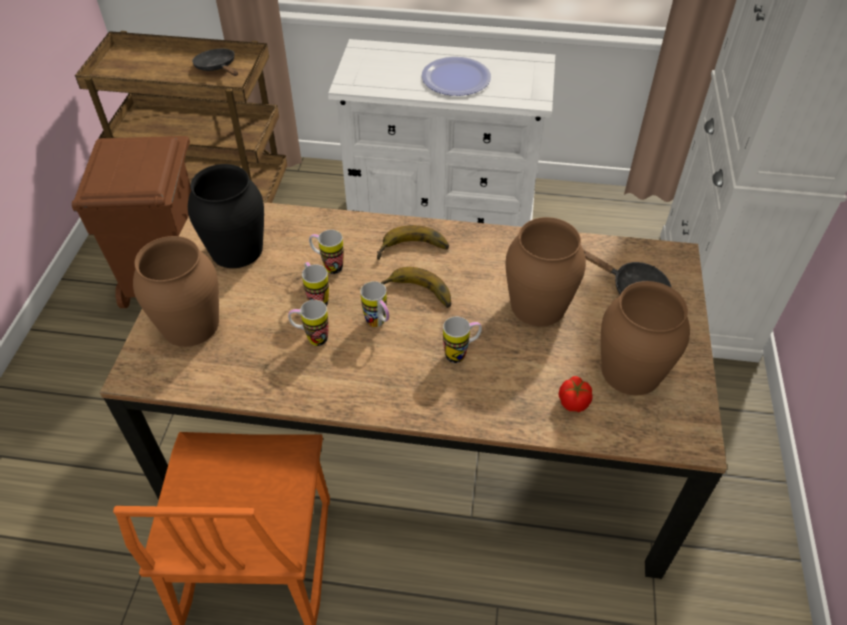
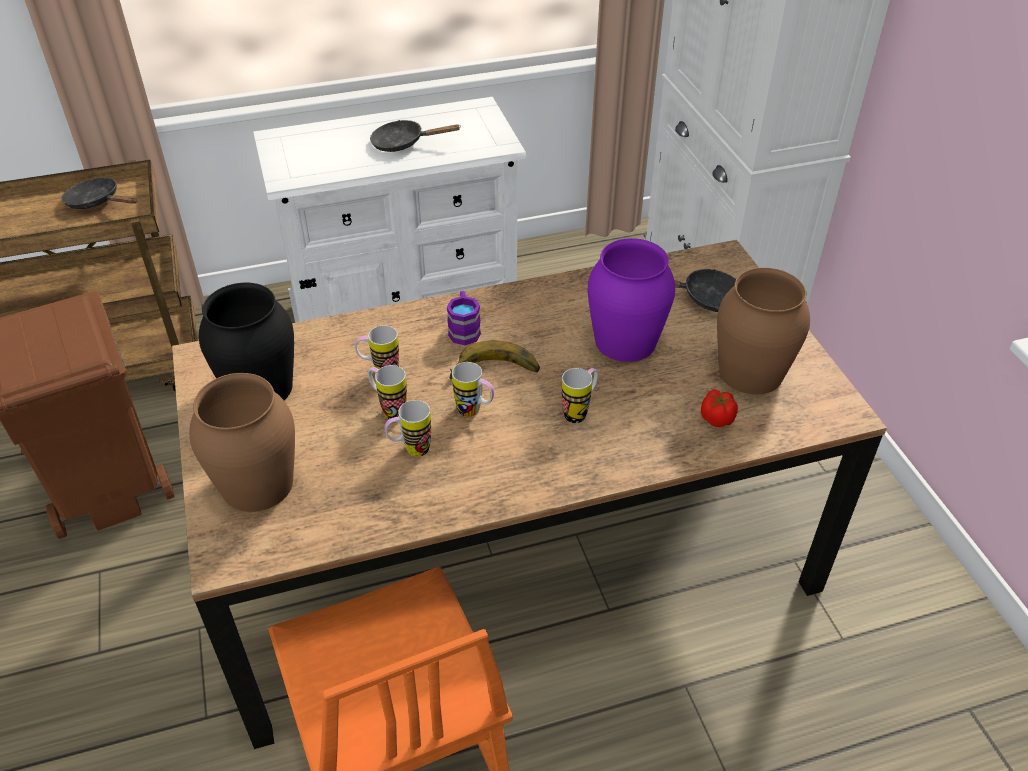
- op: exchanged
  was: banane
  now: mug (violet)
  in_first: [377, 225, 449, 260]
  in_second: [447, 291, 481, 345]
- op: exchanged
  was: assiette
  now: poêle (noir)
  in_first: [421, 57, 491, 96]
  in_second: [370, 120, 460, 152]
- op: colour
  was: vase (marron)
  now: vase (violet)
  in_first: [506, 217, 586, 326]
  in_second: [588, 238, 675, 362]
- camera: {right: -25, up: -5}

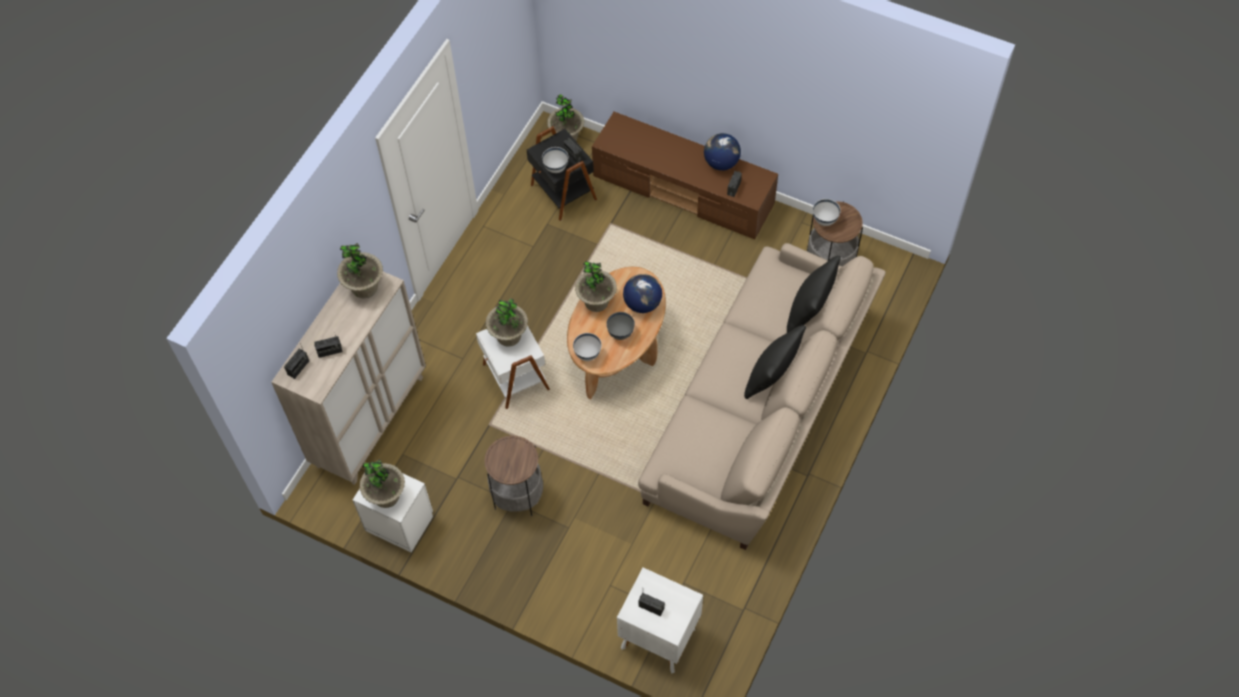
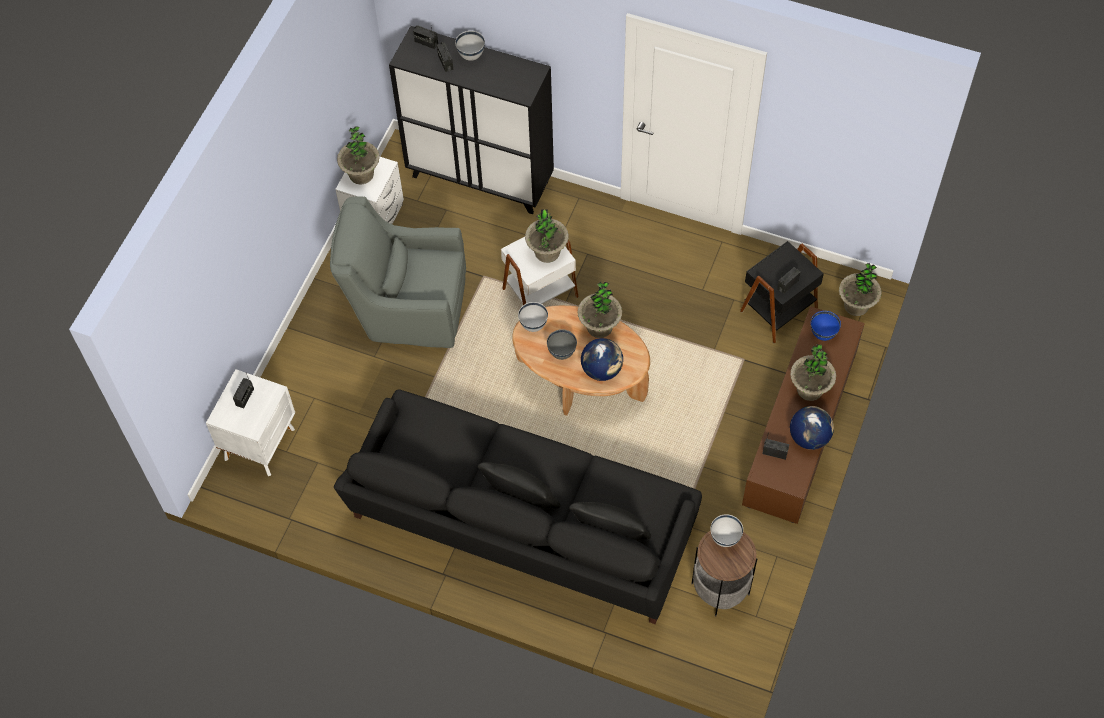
- op: appeared
  now: bol (bleu)
  in_second: [811, 311, 841, 341]
- op: relocated
  was: plante en pot
  in_first: [337, 243, 383, 298]
  in_second: [790, 344, 836, 401]
- op: relocated
  was: bol (blanc)
  in_first: [542, 147, 568, 173]
  in_second: [455, 31, 485, 61]
- op: exchanged
  was: table d'appoint
  now: fauteuil (gris)
  in_first: [485, 436, 543, 516]
  in_second: [330, 196, 466, 348]
- op: colour
  was: meuble de rangement (beige)
  now: meuble de rangement (noir)
  in_first: [271, 272, 426, 485]
  in_second: [389, 26, 554, 214]
- op: colour
  was: canapé (beige)
  now: canapé (noir)
  in_first: [638, 243, 886, 550]
  in_second: [334, 389, 702, 624]
- camera: {right: 85, up: 0}

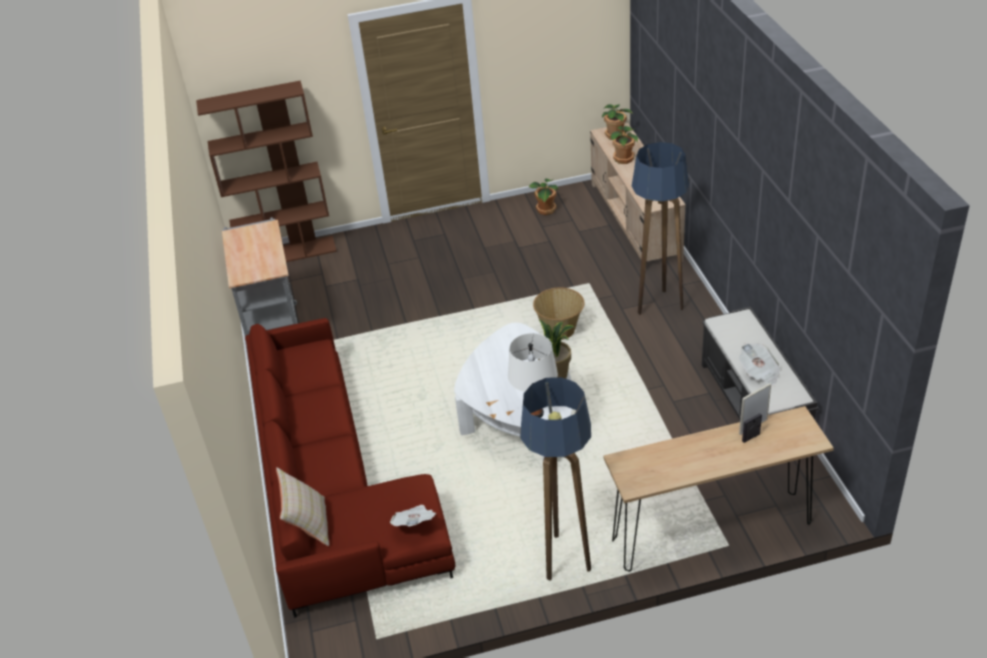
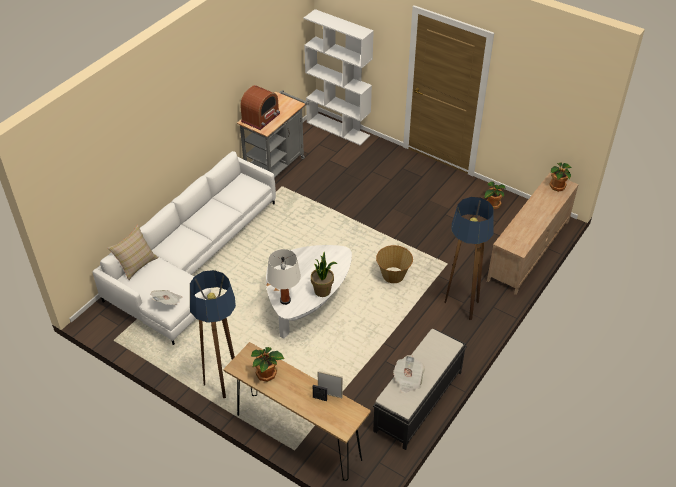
- op: appeared
  now: radio
  in_second: [240, 85, 280, 130]
- op: relocated
  was: plante en pot
  in_first: [610, 126, 638, 164]
  in_second: [251, 347, 284, 382]
- op: colour
  was: bibliothèque (marron)
  now: bibliothèque (blanc)
  in_first: [196, 80, 337, 262]
  in_second: [304, 9, 374, 145]
- op: colour
  was: canapé (rouge)
  now: canapé (blanc)
  in_first: [245, 318, 455, 618]
  in_second: [92, 151, 276, 345]
- camera: {right: 45, up: 5}

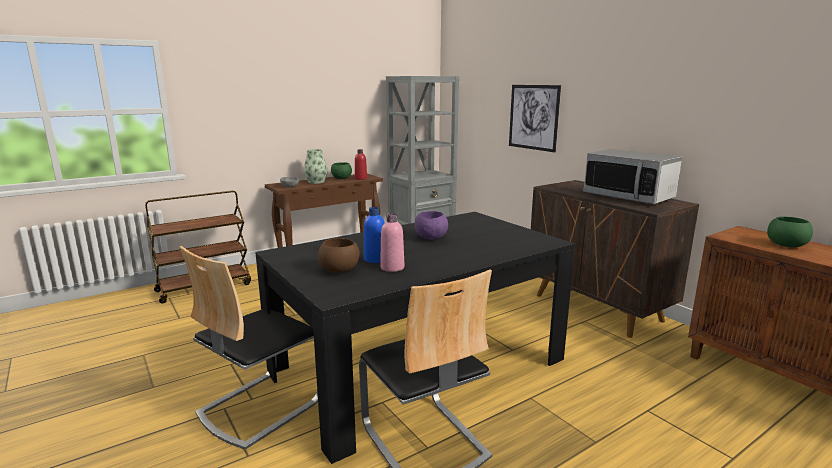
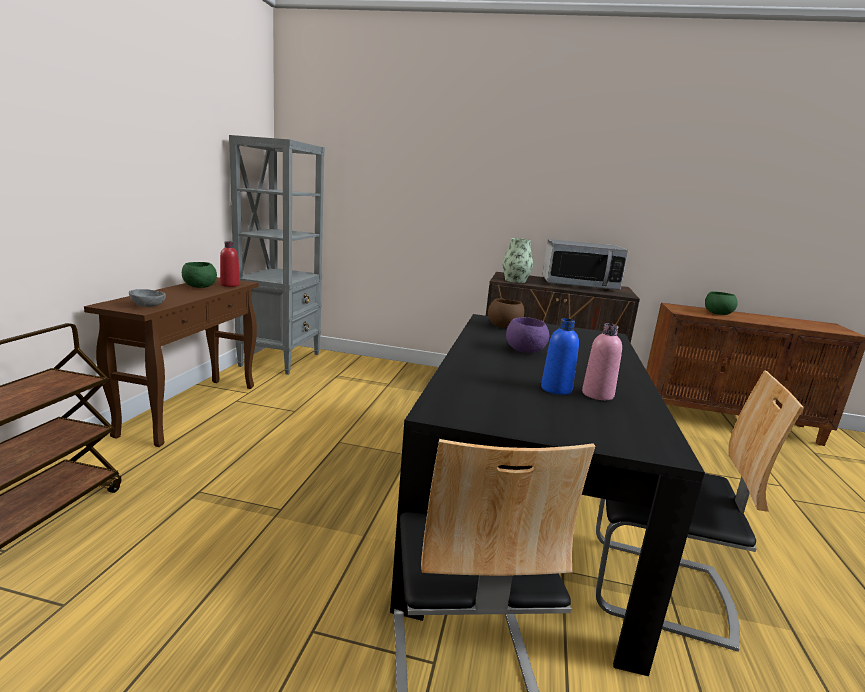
- op: missing
  was: tableau
  in_first: [509, 85, 561, 152]
- op: relocated
  was: vase
  in_first: [304, 149, 327, 184]
  in_second: [502, 238, 533, 283]
- op: relocated
  was: bol (marron)
  in_first: [318, 238, 360, 273]
  in_second: [488, 298, 524, 328]
- camera: {right: -45, up: 0}

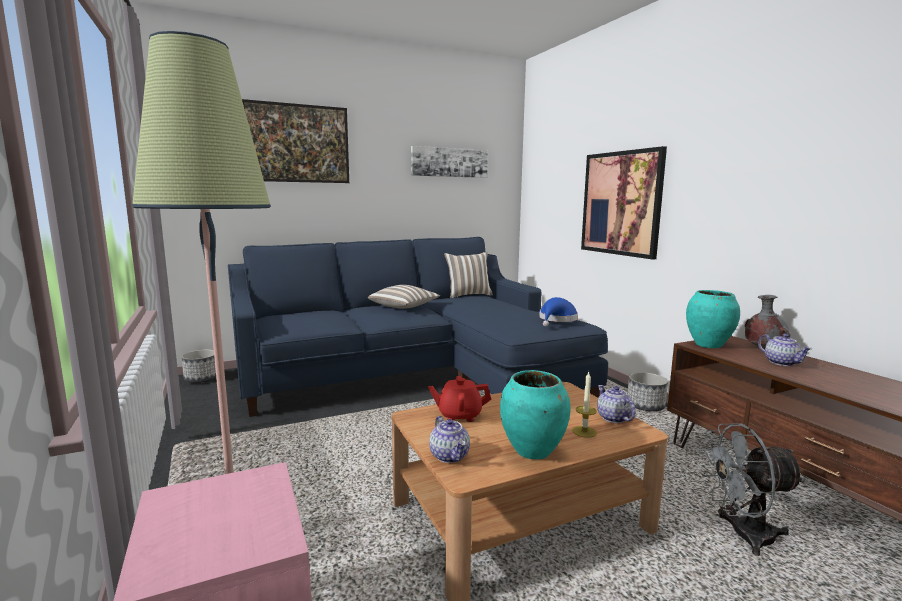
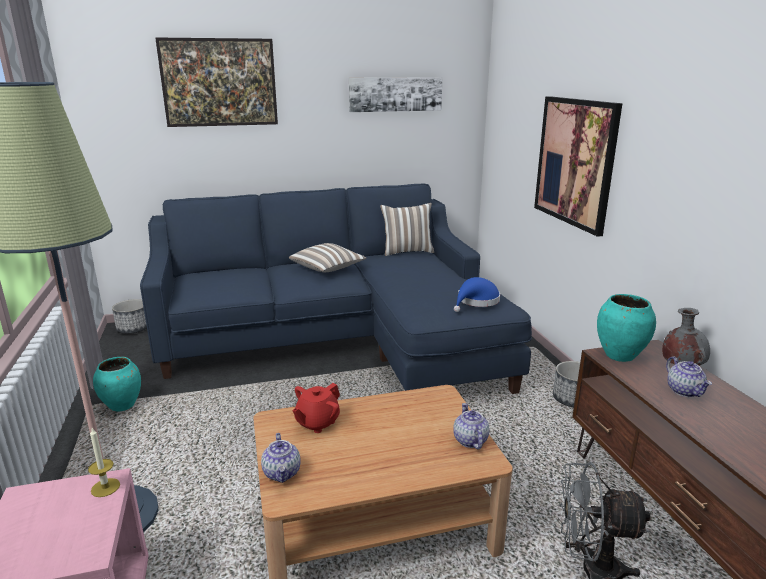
- op: relocated
  was: vase (turquoise)
  in_first: [500, 370, 570, 459]
  in_second: [93, 357, 141, 411]
- op: relocated
  was: bougie
  in_first: [572, 372, 597, 438]
  in_second: [88, 428, 120, 497]
- op: spun
  was: théière (rouge)
  in_first: [428, 376, 491, 422]
  in_second: [292, 383, 340, 433]
  clockwise: -60
- camera: {right: 10, up: 10}

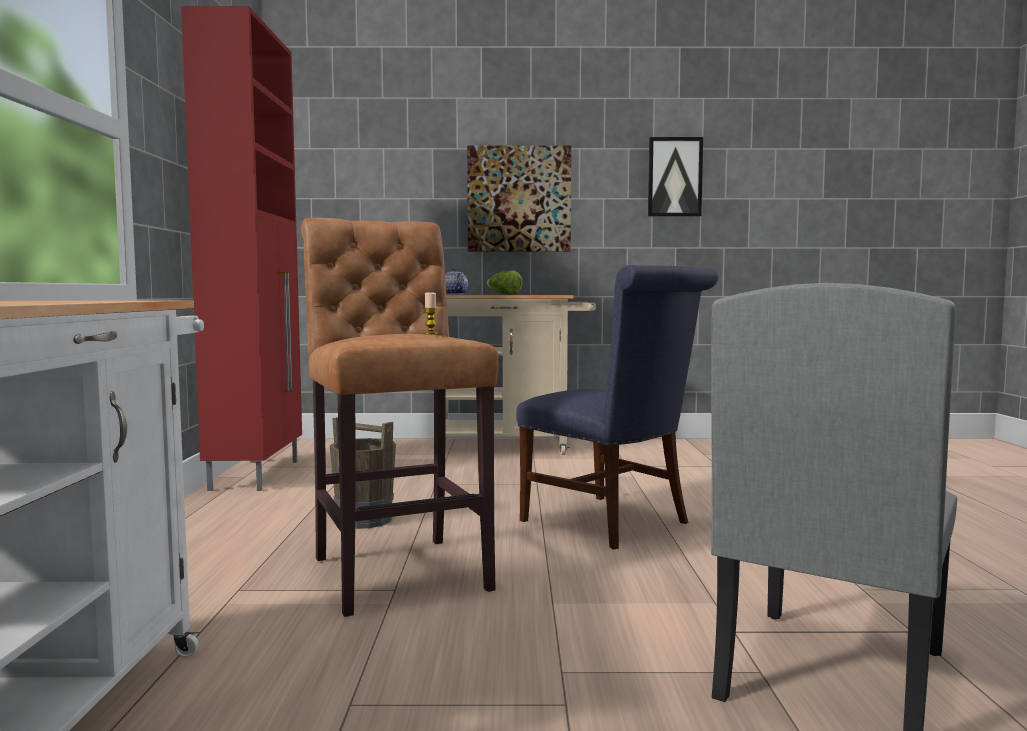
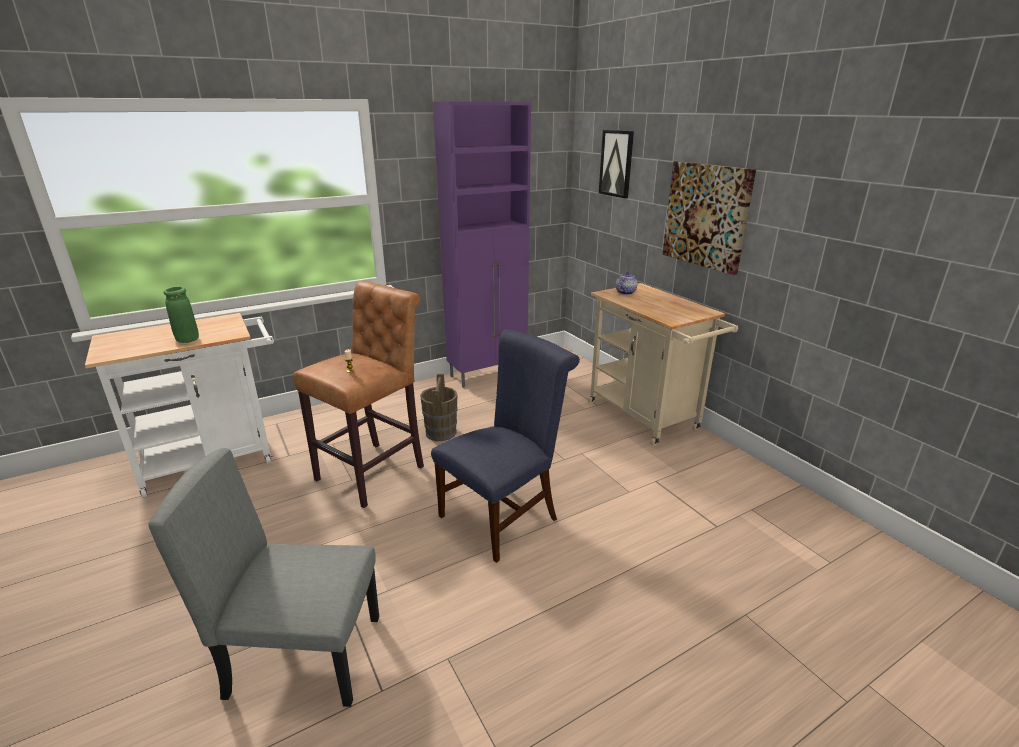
- op: missing
  was: laitue
  in_first: [487, 270, 522, 295]
- op: appeared
  now: vase (vert)
  in_second: [163, 287, 199, 343]
- op: relocated
  was: tableau
  in_first: [648, 137, 703, 217]
  in_second: [599, 130, 634, 199]
- op: colour
  was: meuble de rangement (rouge)
  now: meuble de rangement (violet)
  in_first: [181, 6, 302, 491]
  in_second: [433, 102, 531, 388]
- op: spun
  was: chaise (bleu)
  in_first: [516, 265, 719, 549]
  in_second: [431, 329, 580, 563]
  clockwise: -150
- camera: {right: 60, up: 20}

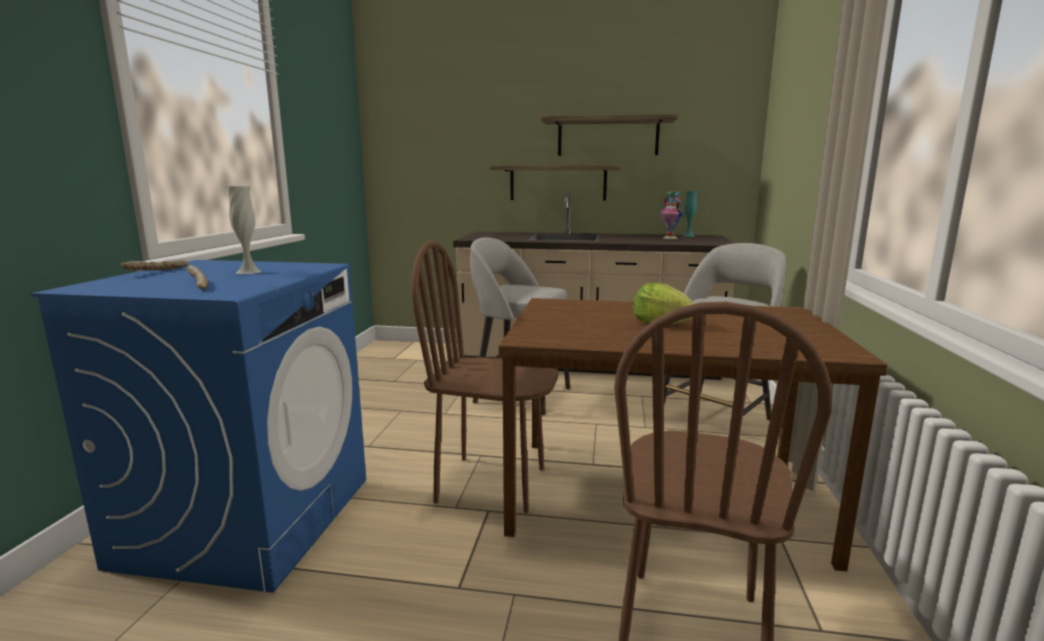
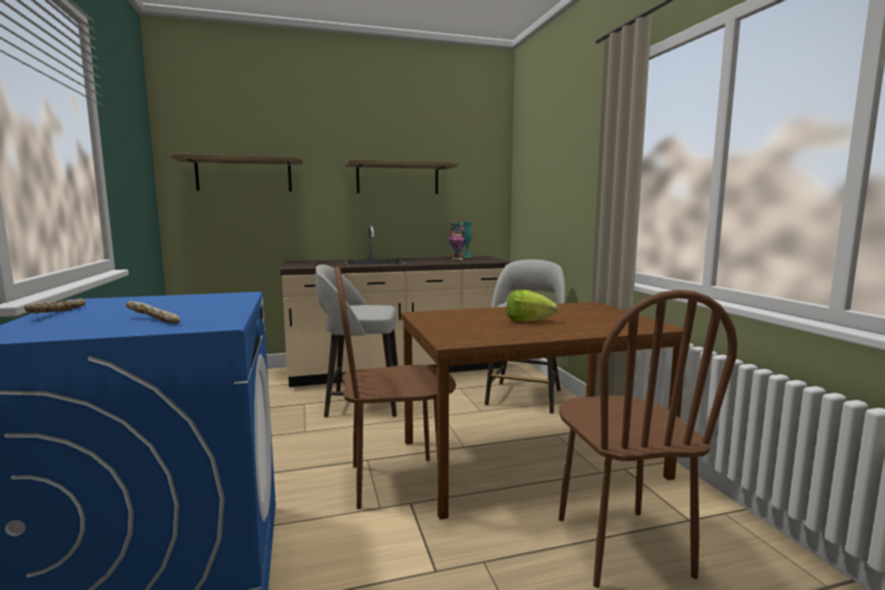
- op: missing
  was: vase (blanc)
  in_first: [226, 186, 262, 274]
- op: relocated
  was: étagère
  in_first: [490, 165, 621, 201]
  in_second: [171, 153, 303, 192]
- camera: {right: -25, up: -5}

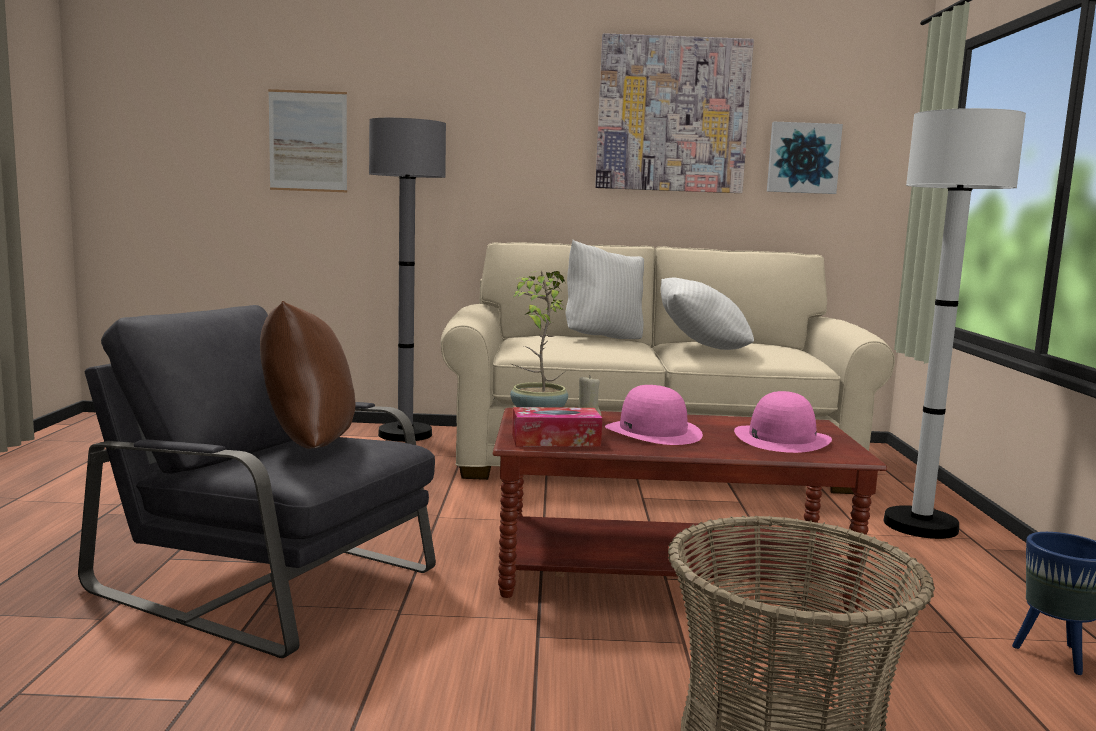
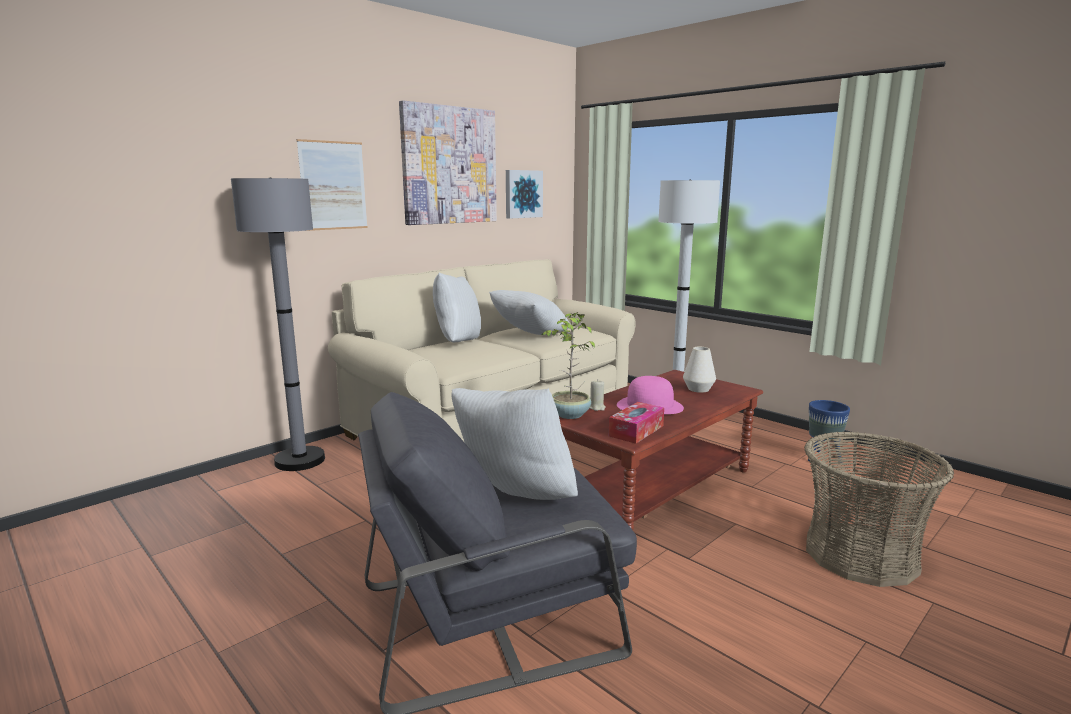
- op: relocated
  was: tableau
  in_first: [268, 89, 347, 192]
  in_second: [297, 139, 368, 231]
- op: exchanged
  was: chapeau (rose)
  now: vase (blanc)
  in_first: [734, 391, 832, 453]
  in_second: [683, 347, 716, 393]
- op: colour
  was: coussin (marron)
  now: coussin (blanc)
  in_first: [260, 301, 356, 449]
  in_second: [451, 388, 578, 500]
- camera: {right: -45, up: 5}

